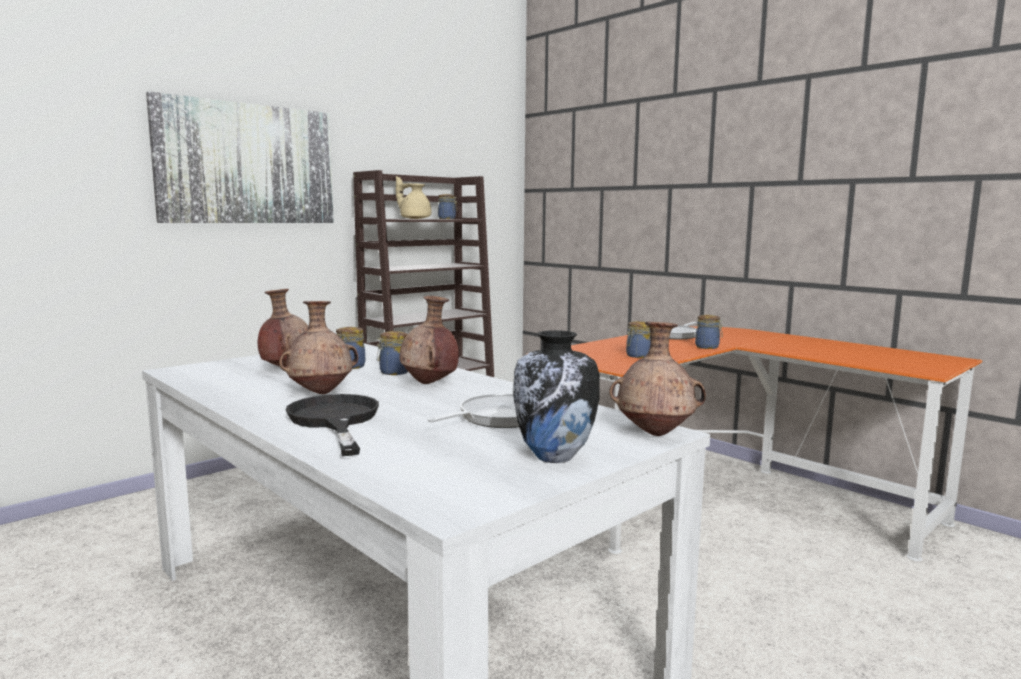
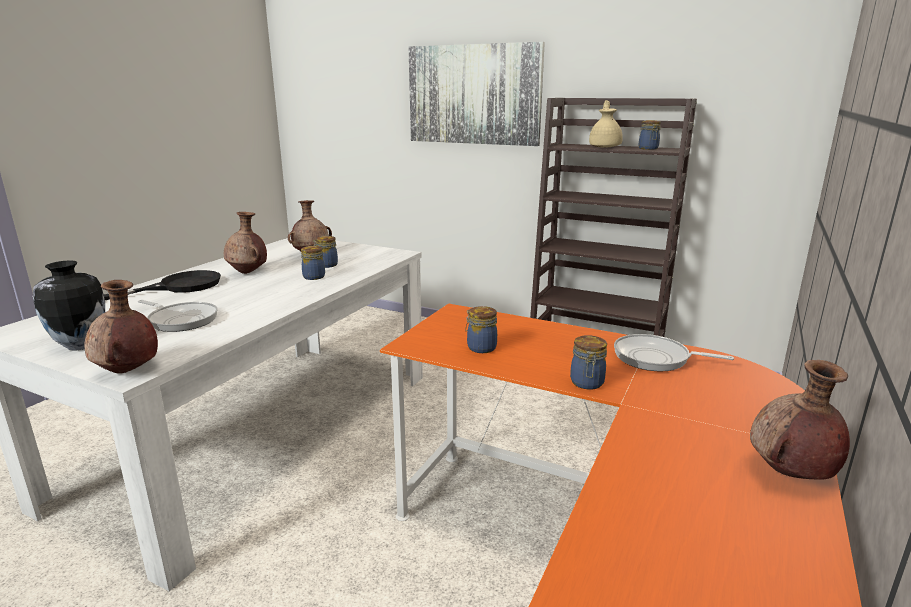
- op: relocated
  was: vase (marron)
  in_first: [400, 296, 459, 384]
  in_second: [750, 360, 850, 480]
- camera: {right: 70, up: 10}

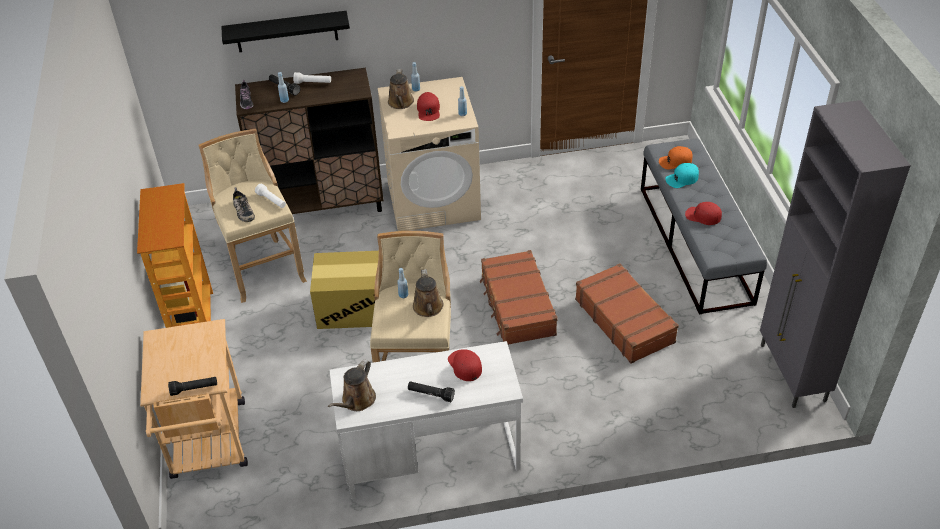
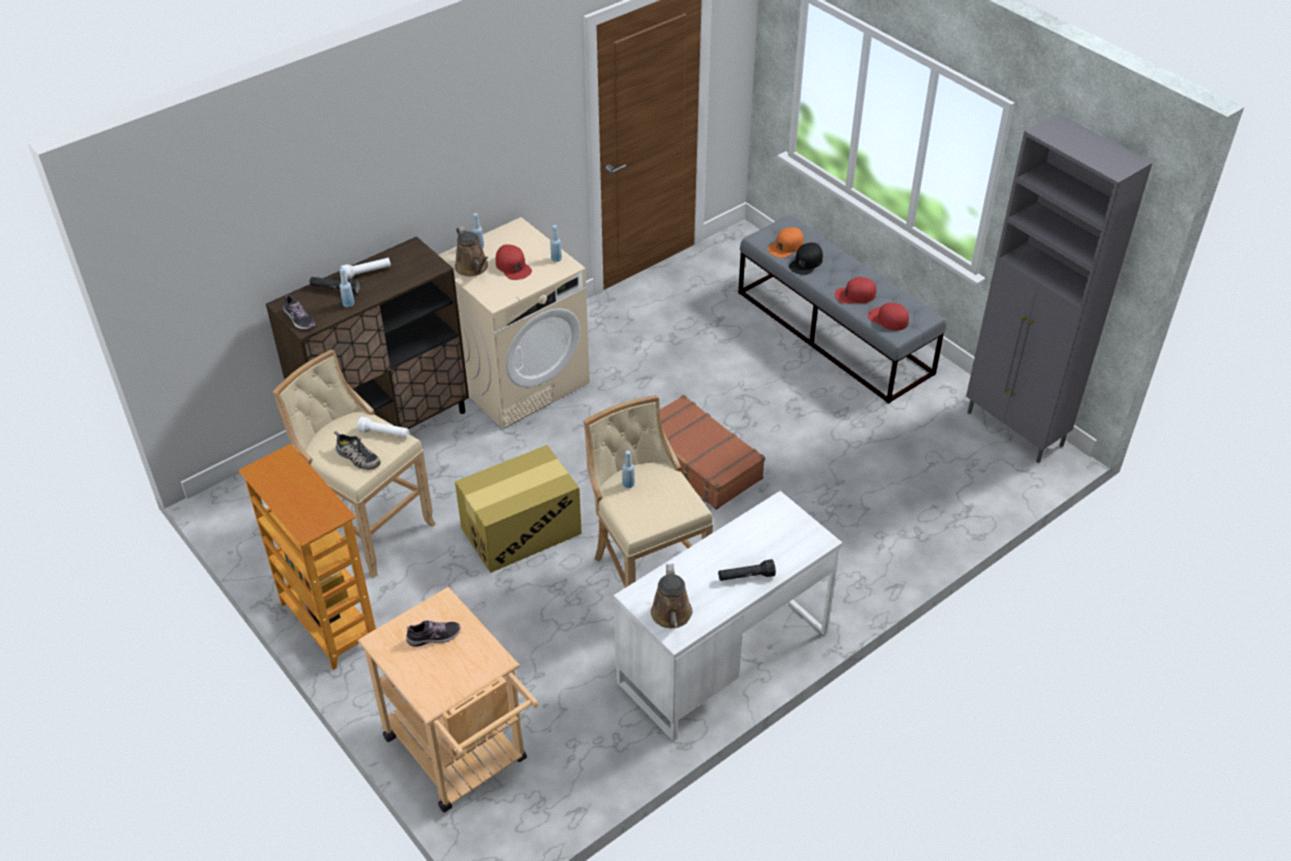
- op: missing
  was: lampe de poche (noir)
  in_first: [168, 377, 217, 396]
- op: missing
  was: étagère (noir)
  in_first: [221, 11, 350, 52]
- op: missing
  was: arrosoir (marron)
  in_first: [413, 269, 444, 317]
- op: missing
  was: valise (marron)
  in_first: [575, 263, 679, 364]
- op: appeared
  now: chaussure
  in_second: [406, 620, 461, 647]
- op: relocated
  was: casquette (rouge)
  in_first: [448, 349, 482, 381]
  in_second: [868, 303, 909, 331]
- op: colour
  was: casquette (turquoise)
  now: casquette (noir)
  in_first: [665, 163, 699, 188]
  in_second: [789, 243, 823, 275]
- camera: {right: -30, up: 0}

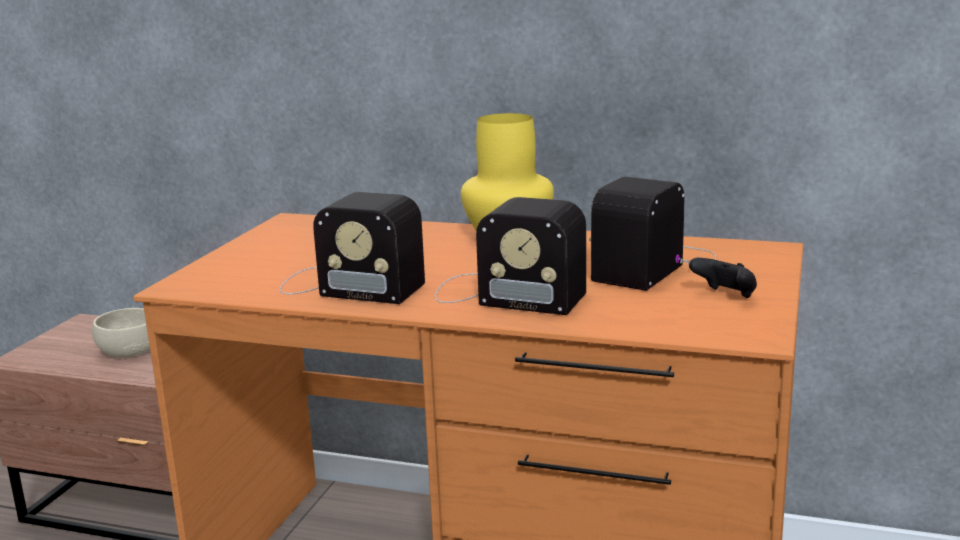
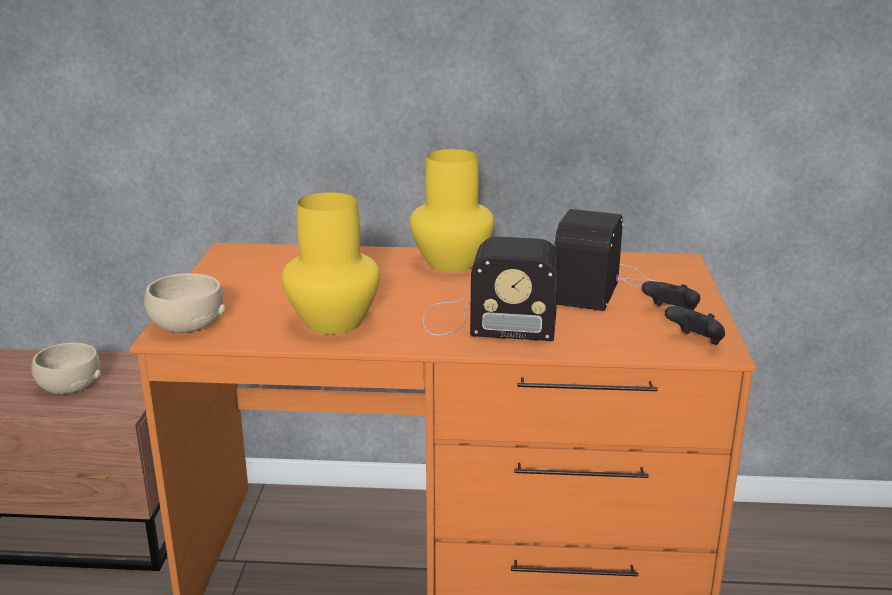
- op: appeared
  now: bol (beige)
  in_second: [144, 273, 225, 333]
- op: appeared
  now: manette (noir)
  in_second: [665, 306, 725, 345]
- op: exchanged
  was: radio
  now: vase (jaune)
  in_first: [280, 192, 425, 304]
  in_second: [282, 192, 380, 334]
- camera: {right: -15, up: 5}

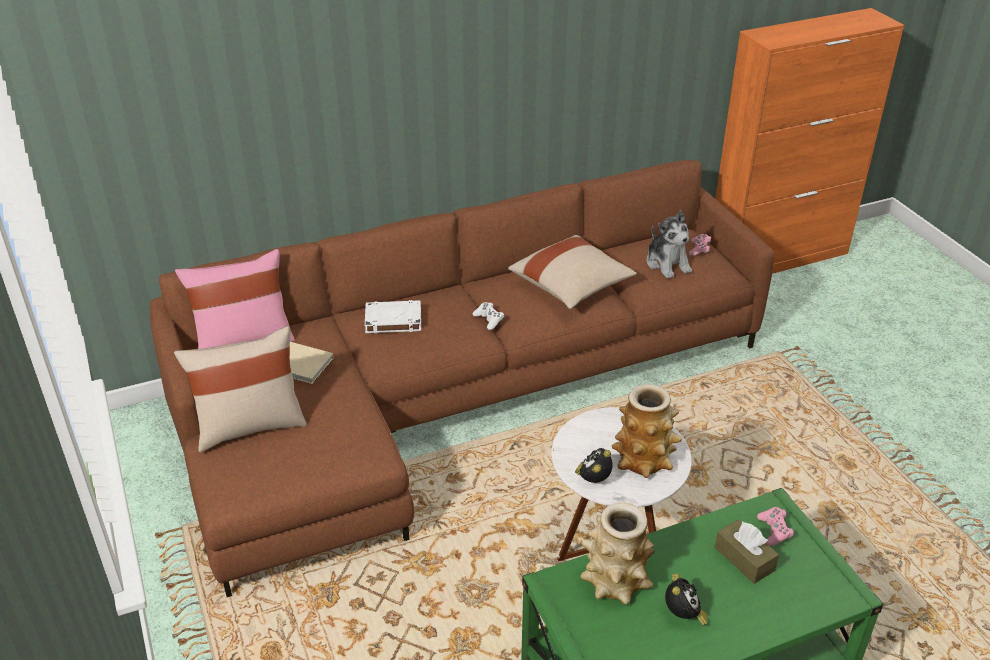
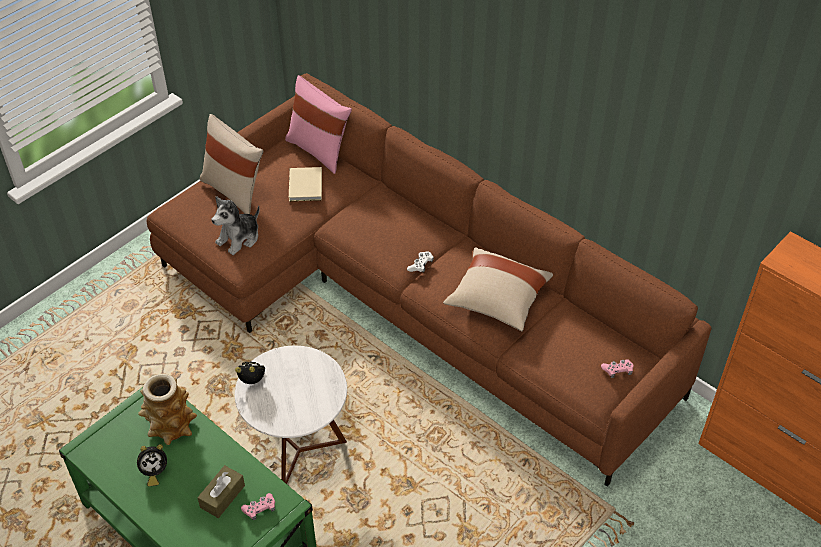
- op: missing
  was: livre (blanc)
  in_first: [365, 300, 421, 333]
- op: missing
  was: vase
  in_first: [612, 384, 682, 478]
- op: relocated
  was: peluche
  in_first: [646, 210, 692, 279]
  in_second: [211, 196, 260, 255]
- camera: {right: 65, up: 10}

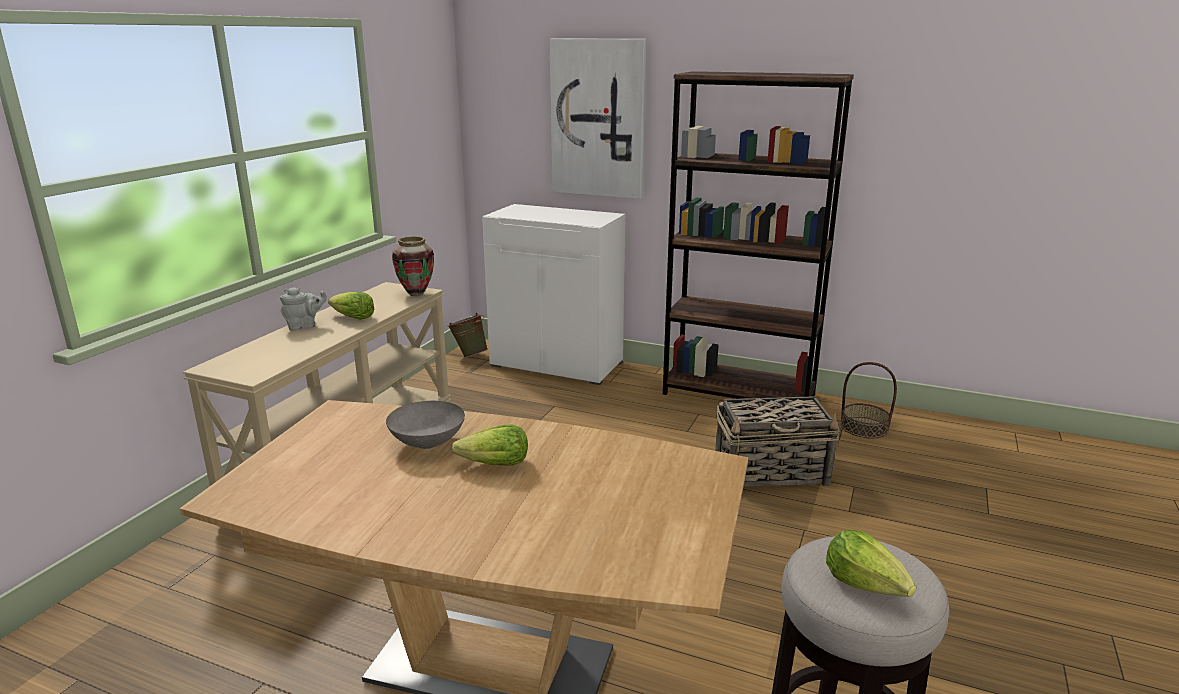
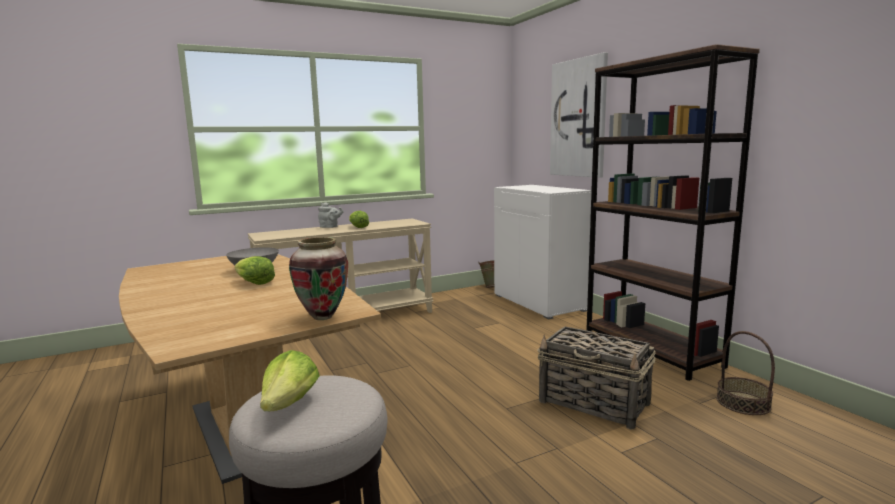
- op: relocated
  was: vase
  in_first: [392, 236, 434, 296]
  in_second: [289, 237, 348, 320]
- camera: {right: 40, up: -10}

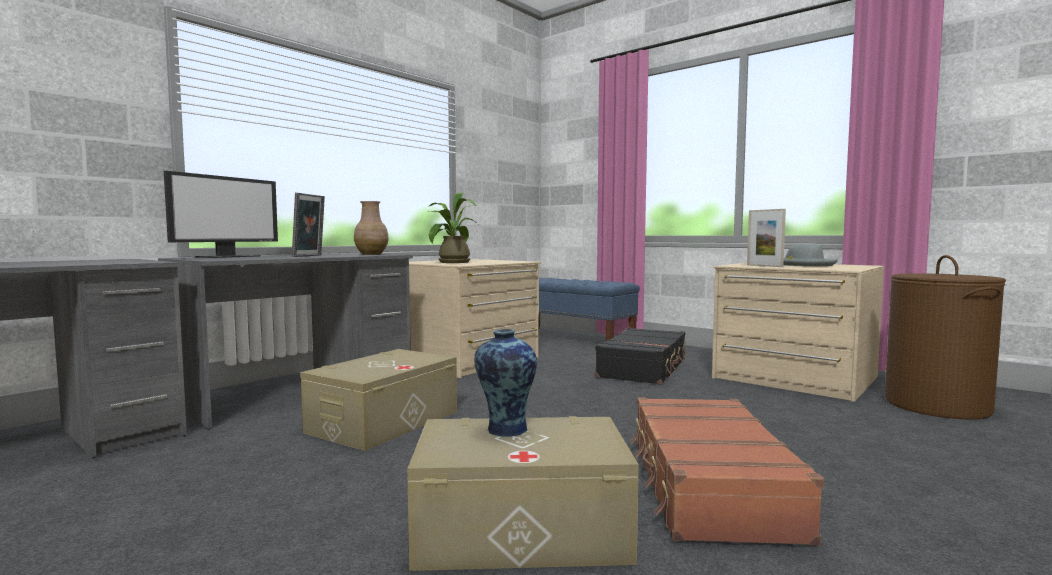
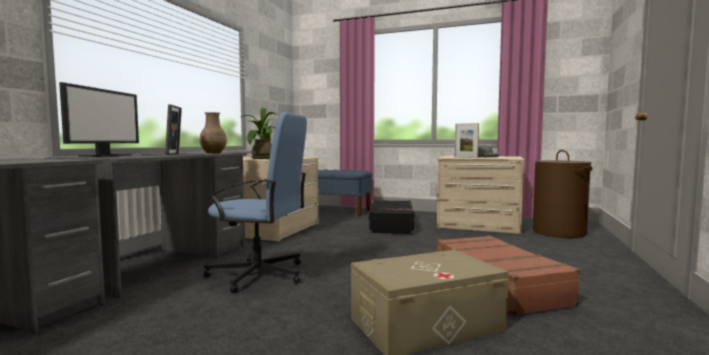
- op: missing
  was: vase
  in_first: [474, 329, 537, 437]
- op: exchanged
  was: boîte de rangement (beige)
  now: chaise de bureau (bleu)
  in_first: [301, 349, 457, 451]
  in_second: [203, 112, 307, 293]
- camera: {right: -20, up: 0}

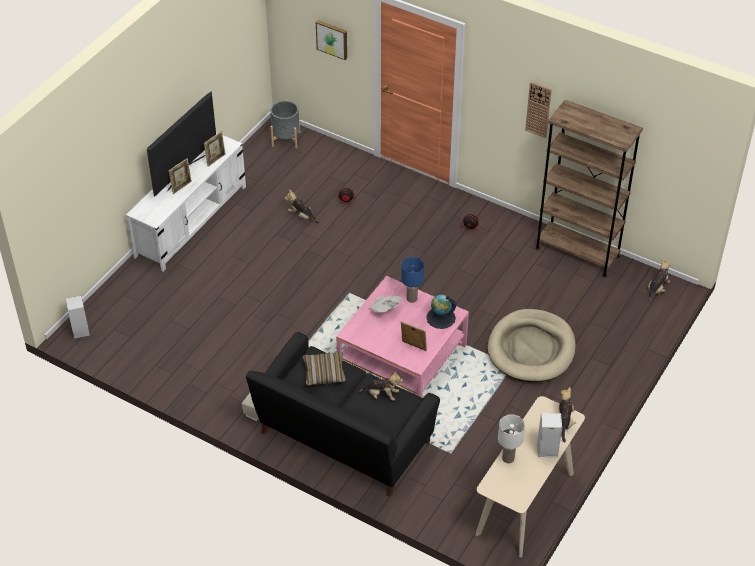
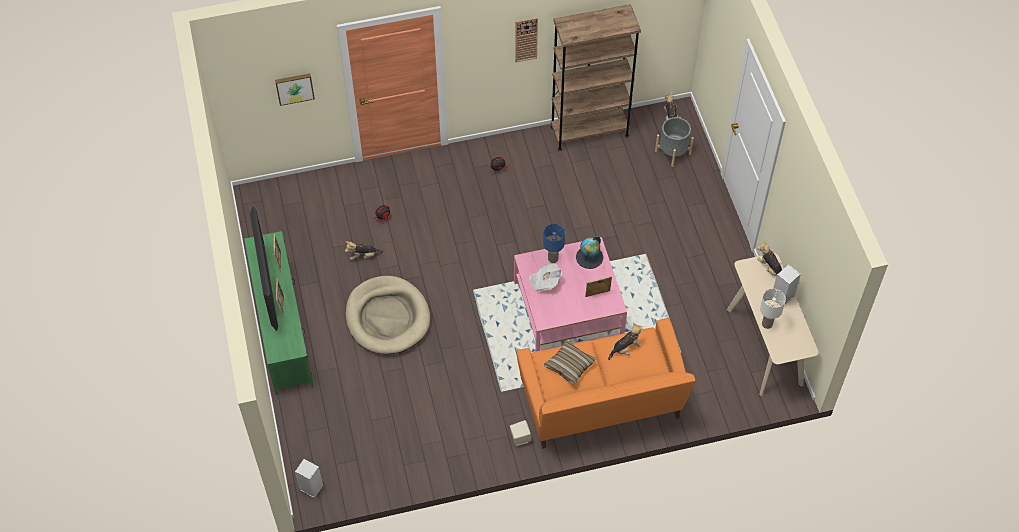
- op: relocated
  was: cache-pot (gris)
  in_first: [270, 101, 300, 148]
  in_second: [655, 117, 694, 167]
- op: relocated
  was: panier pour chien (beige)
  in_first: [488, 309, 576, 382]
  in_second: [345, 276, 430, 354]
- op: colour
  was: meuble télé (blanc)
  now: meuble télé (vert)
  in_first: [126, 133, 246, 271]
  in_second: [244, 231, 314, 395]
- op: colour
  was: canapé (noir)
  now: canapé (orange)
  in_first: [246, 332, 440, 497]
  in_second: [517, 318, 695, 449]
- camera: {right: -45, up: 10}

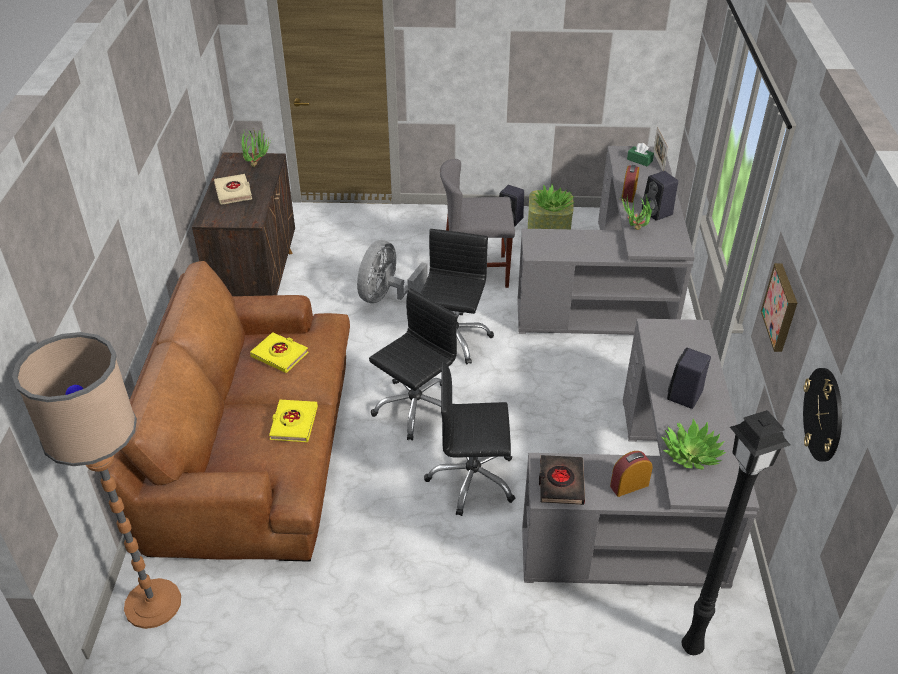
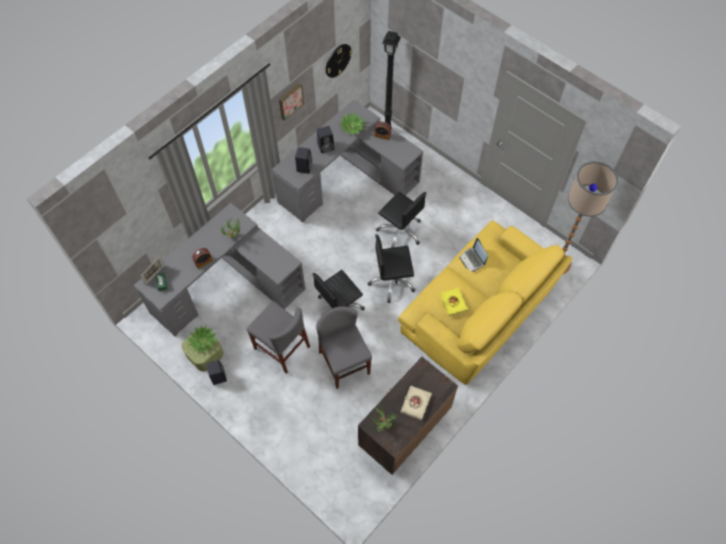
- op: missing
  was: livre (noir)
  in_first: [539, 455, 585, 505]
- op: relocated
  was: enceinte (noir)
  in_first: [642, 171, 678, 220]
  in_second: [295, 147, 312, 174]
- op: exchanged
  was: livre (jaune)
  now: ordinateur portable
  in_first: [269, 399, 318, 442]
  in_second: [459, 238, 488, 272]
- op: exchanged
  was: ventilateur (gris)
  now: chaise (gris)
  in_first: [357, 240, 428, 303]
  in_second: [316, 306, 372, 389]
- op: colour
  was: canapé (marron)
  now: canapé (jaune)
  in_first: [108, 261, 350, 562]
  in_second: [398, 220, 573, 385]
- camera: {right: -140, up: 20}

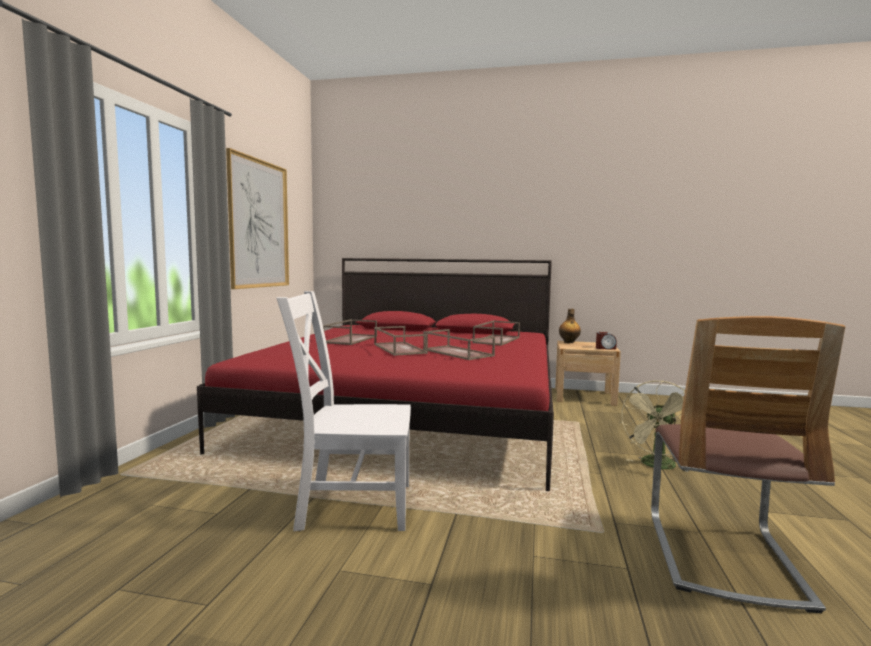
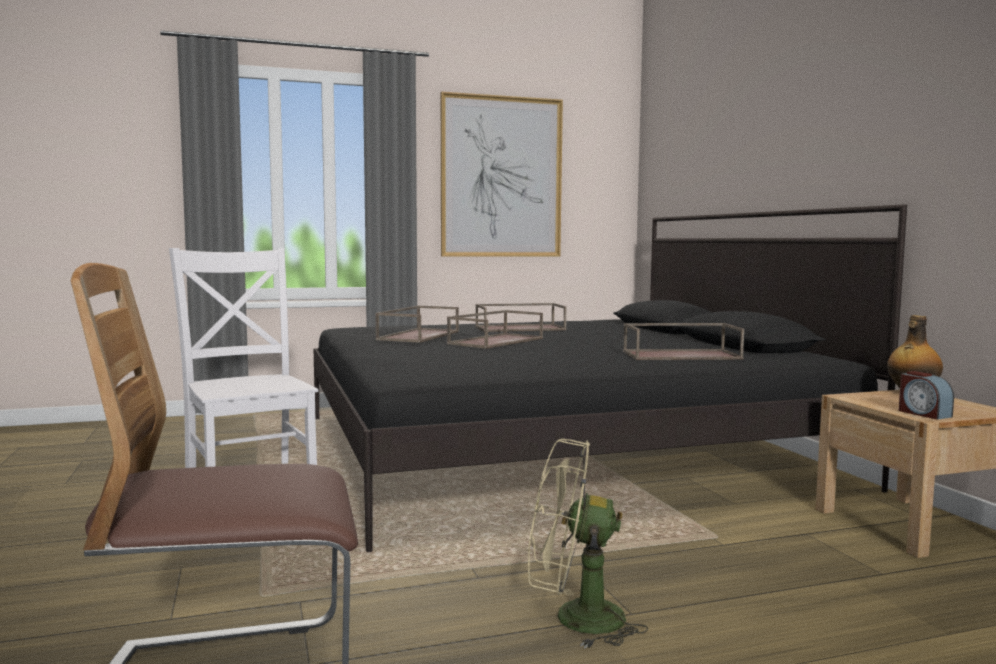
- op: relocated
  was: plateau (marron)
  in_first: [423, 329, 495, 360]
  in_second: [375, 306, 459, 343]
- op: colour
  was: lit (rouge)
  now: lit (noir)
  in_first: [197, 258, 554, 491]
  in_second: [314, 204, 907, 552]
- camera: {right: 60, up: 0}

